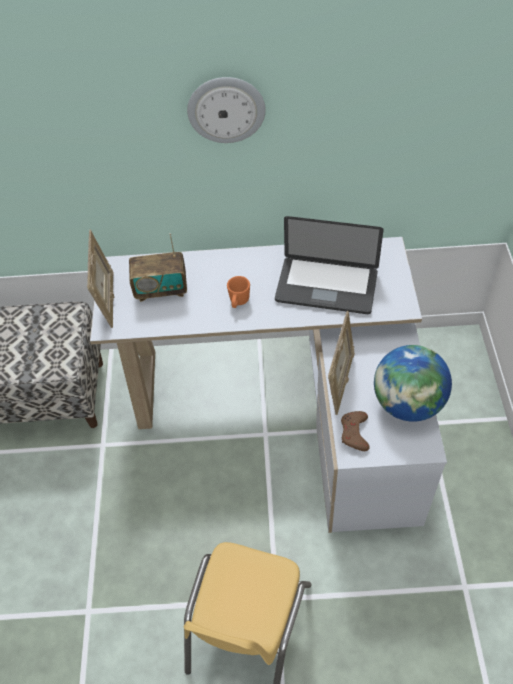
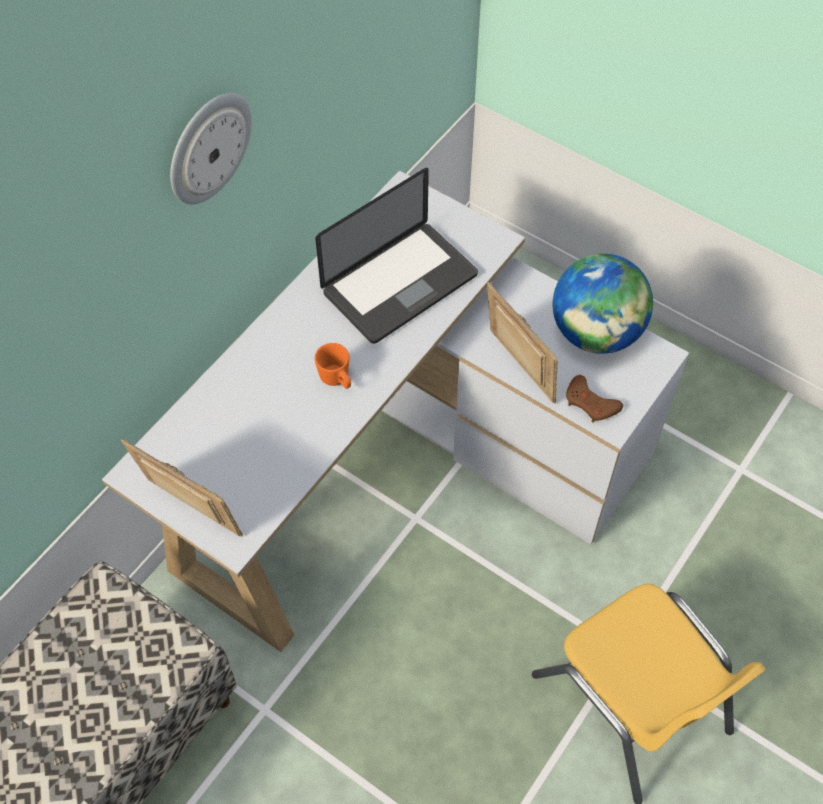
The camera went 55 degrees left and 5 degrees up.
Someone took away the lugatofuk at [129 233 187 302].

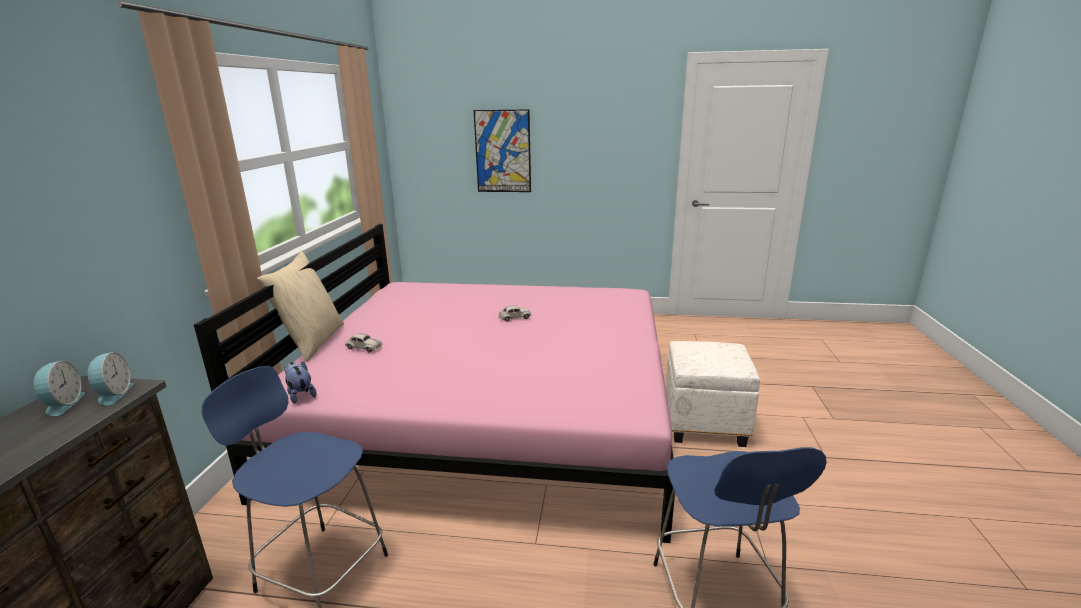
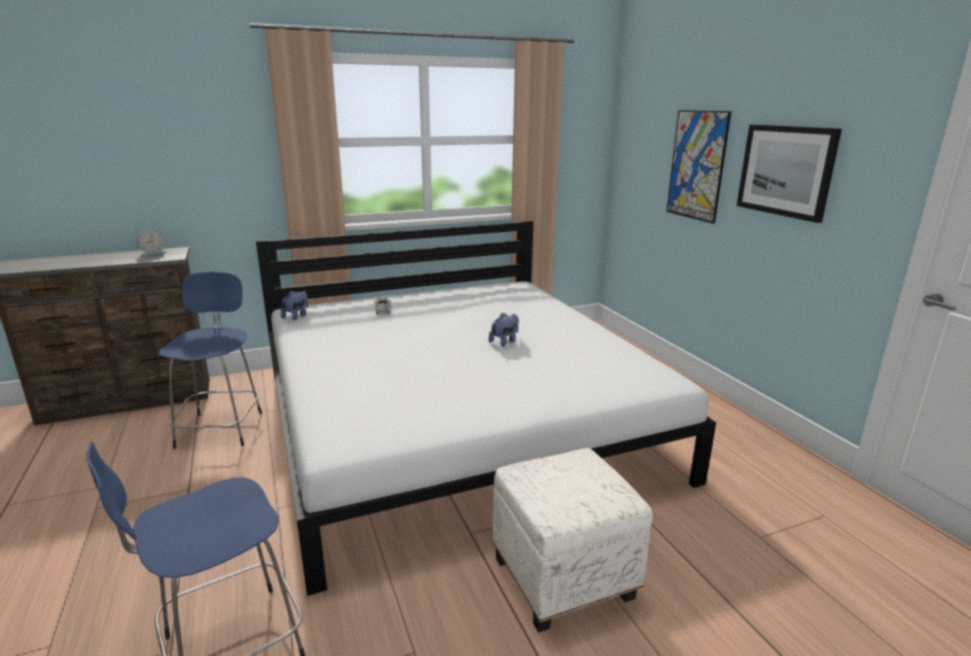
The camera went 60 degrees right and 0 degrees up.
Someone took away the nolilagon at [88 352 133 405].
Someone took away the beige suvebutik at [257 252 344 362].
Someone put up the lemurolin at [737 125 842 223].
Someone swapped the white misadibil at [499 305 531 322] for the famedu at [489 313 519 347].
Someone repainted the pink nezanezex at [194 224 675 543], which became the white nezanezex at [256 221 716 596].

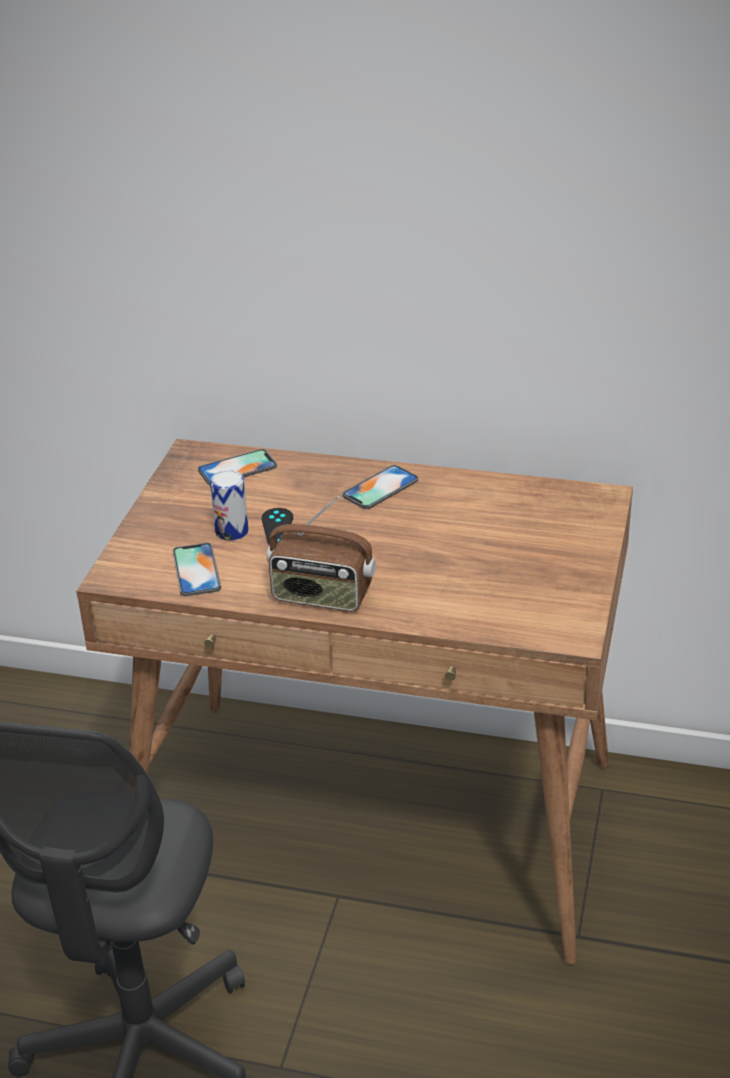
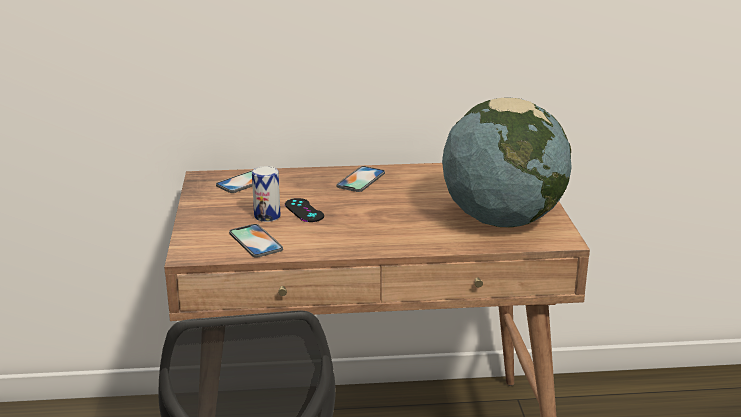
The camera went 20 degrees left and 10 degrees down.
Someone took away the lugatofuk at [267 496 376 611].
Someone put down the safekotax at [442 98 572 227].

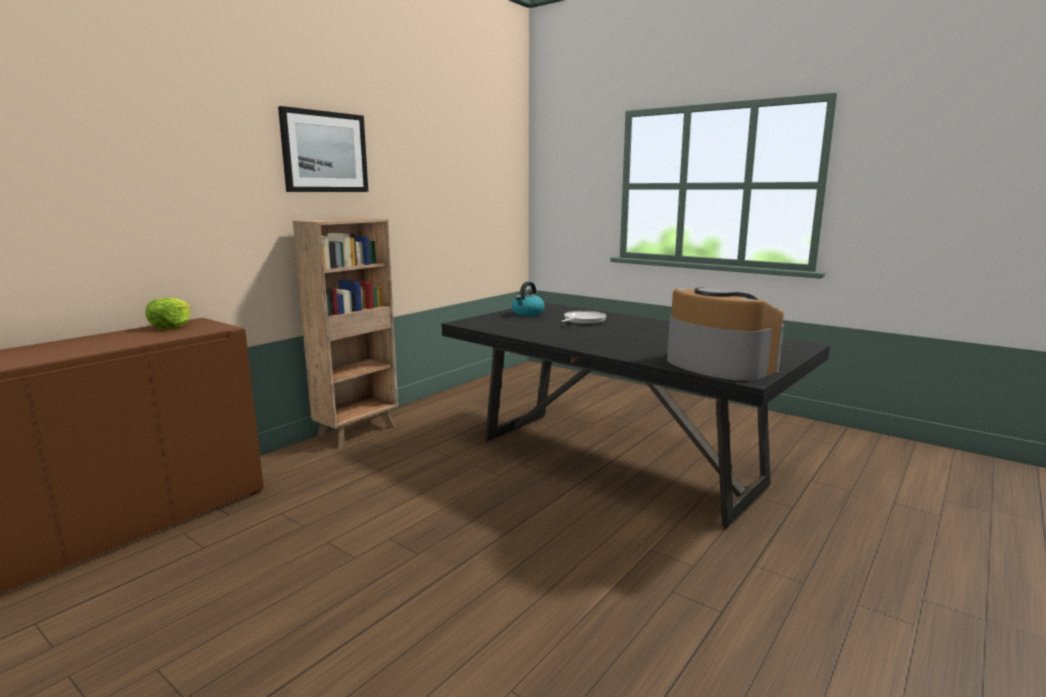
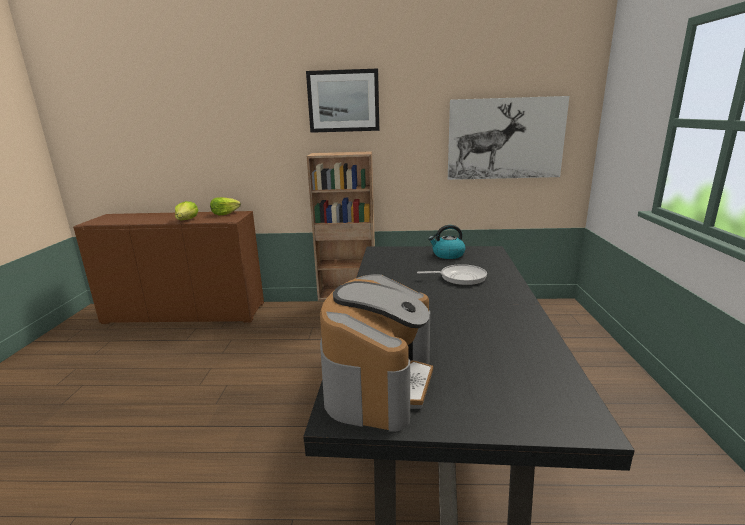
The camera went 55 degrees right and 5 degrees up.
Someone put down the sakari at [175 201 199 220].
Someone put up the lemurolin at [448 96 569 180].

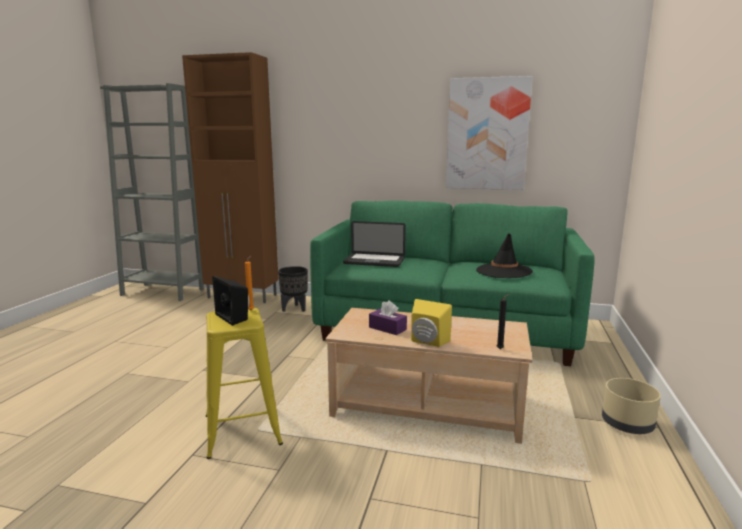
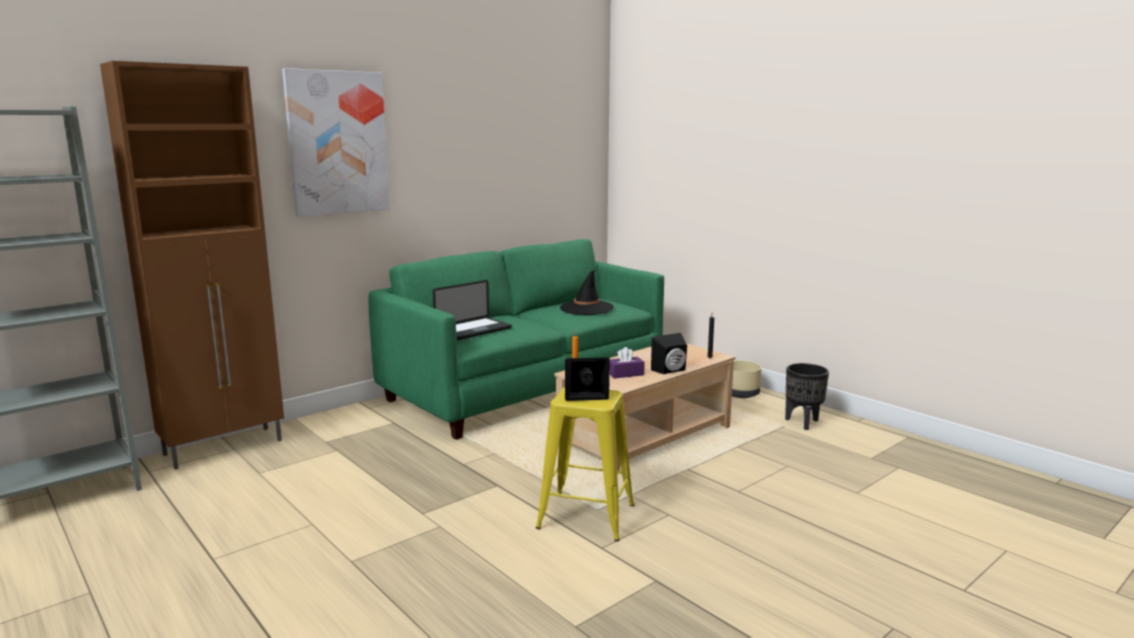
The camera went 55 degrees left and 0 degrees up.
Someone carried the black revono from [278 266 308 312] to [785 363 829 430].
Someone carried the lemurolin from [446 76 533 190] to [282 68 390 217].
Someone repainted the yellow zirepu at [411 299 452 347], which became the black zirepu at [651 333 687 374].

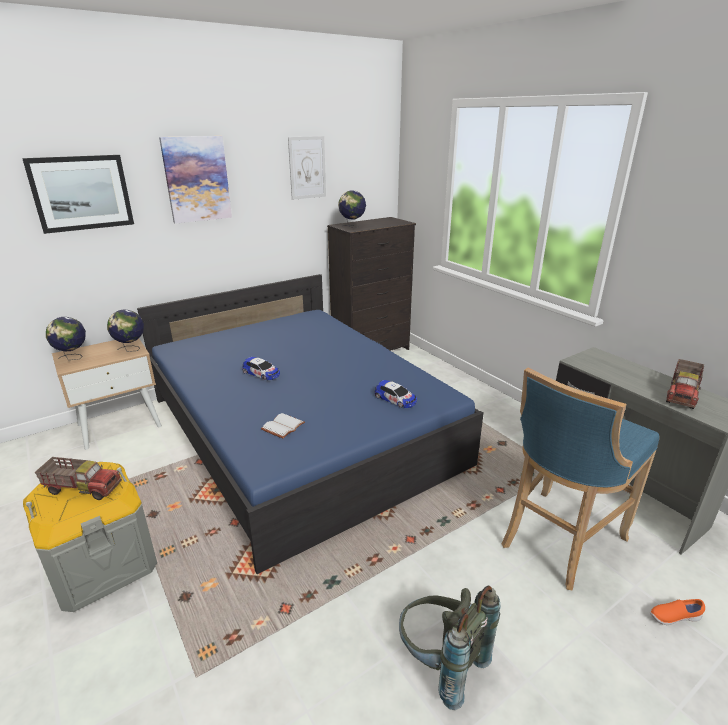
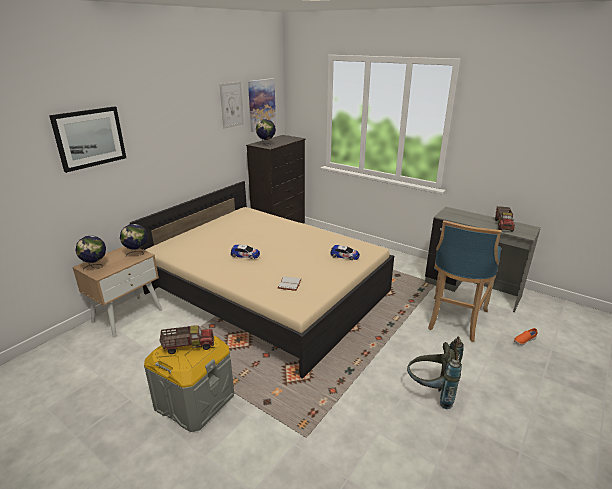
The camera went 20 degrees left and 0 degrees up.
Someone carried the lemurolin from [159 136 232 224] to [248 78 276 132].
Someone repainted the blue nezanezex at [137 274 484 574], which became the beige nezanezex at [130 181 394 379].

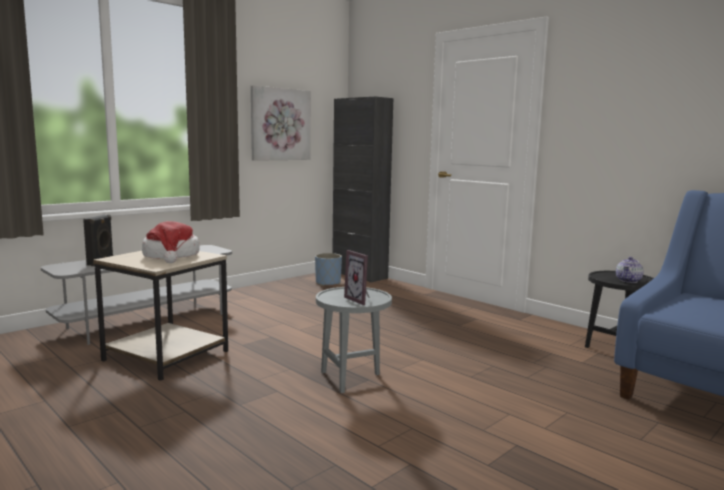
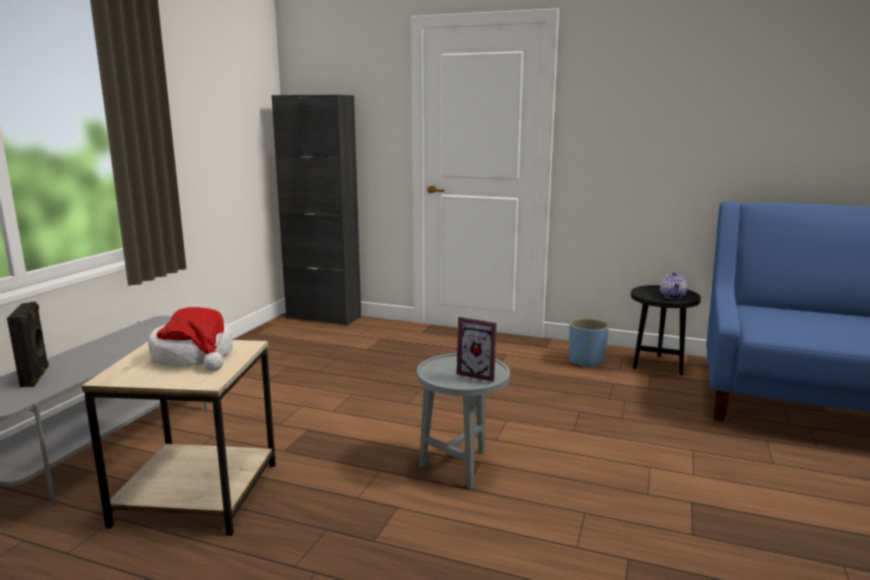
The camera went 25 degrees left and 5 degrees up.
Someone took away the lemurolin at [251 85 311 161].
Someone carried the blue revono from [315 253 342 286] to [569 318 609 368].

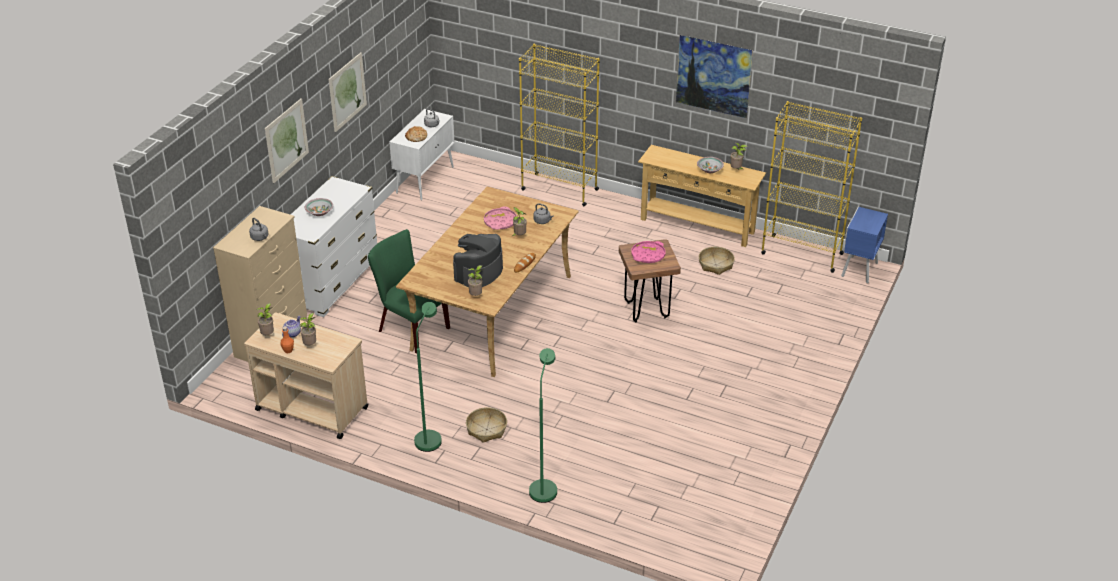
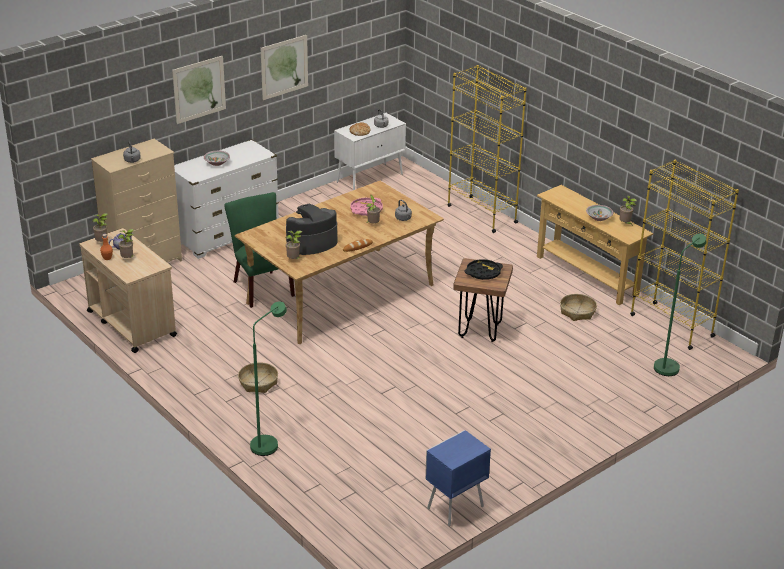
The camera went 25 degrees right and 5 degrees down.
Someone took away the lemurolin at [676 35 753 118].
Someone carried the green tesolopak from [414 302 442 452] to [654 234 706 376].
Someone carried the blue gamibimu from [841 207 888 284] to [425 430 491 526].
Someone repainted the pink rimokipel at [631 241 666 263], which became the black rimokipel at [464 259 503 280].

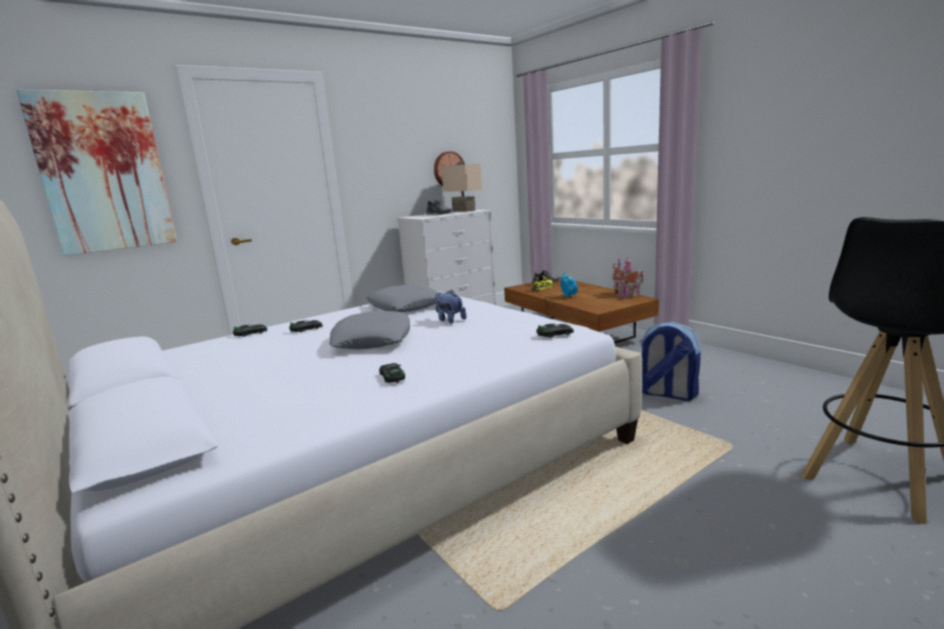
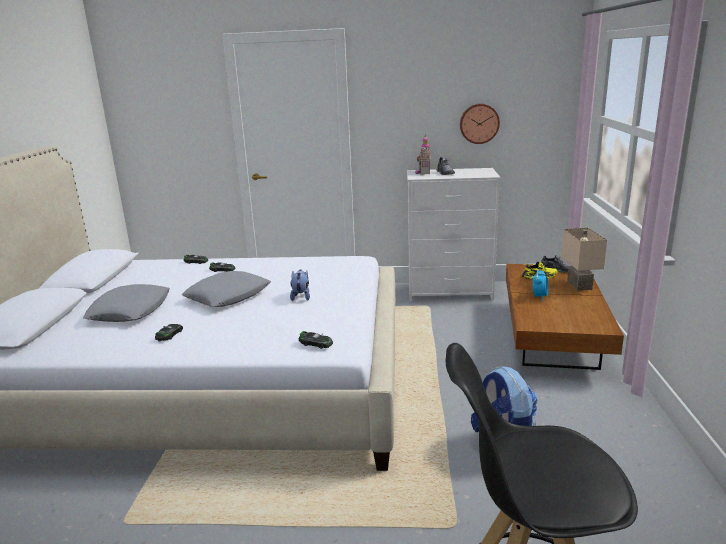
The camera went 40 degrees right and 5 degrees up.
Someone took away the lemurolin at [16 90 177 256].
Someone carried the grey suvebutik from [366 284 438 313] to [83 284 170 322].
Someone carried the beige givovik from [441 162 482 212] to [561 228 607 291].
Someone carried the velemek from [612 257 644 298] to [415 134 431 174].

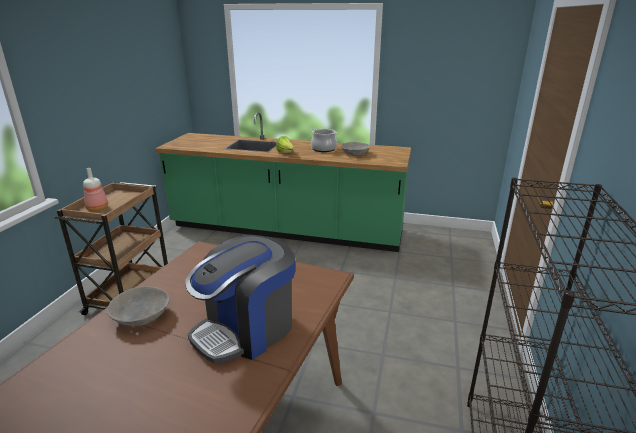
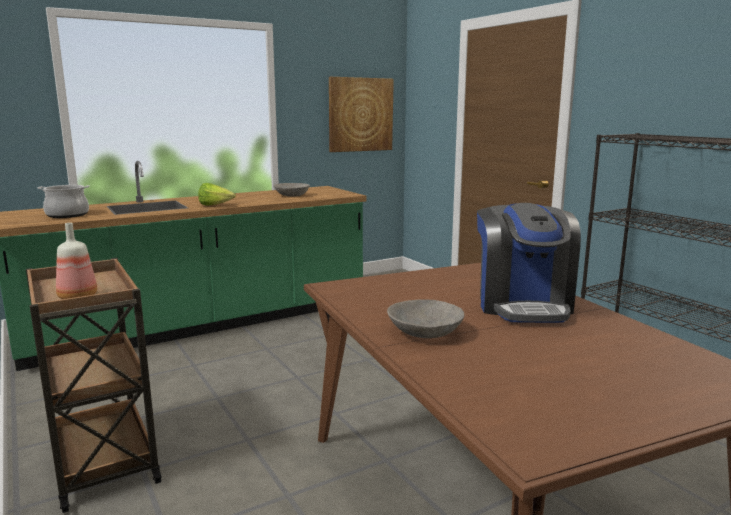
The camera went 45 degrees left and 10 degrees down.
Someone put up the lemurolin at [329 77 394 152].
Someone carried the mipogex from [311 128 338 152] to [38 185 90 218].

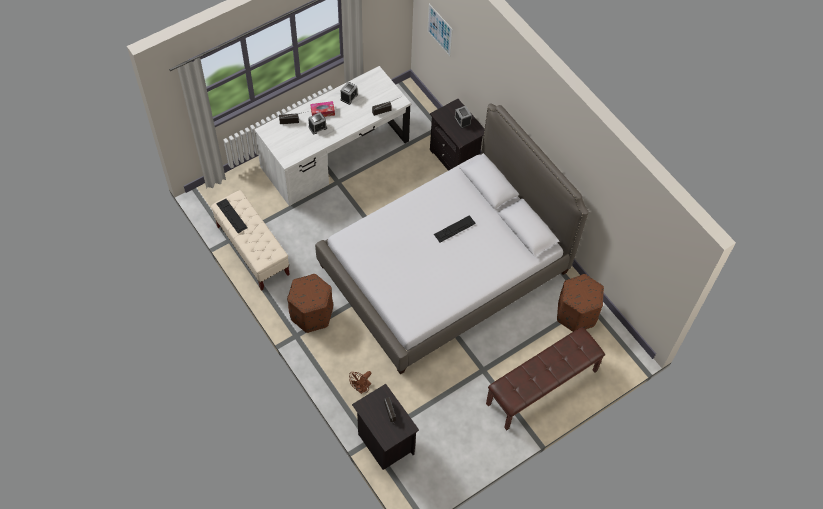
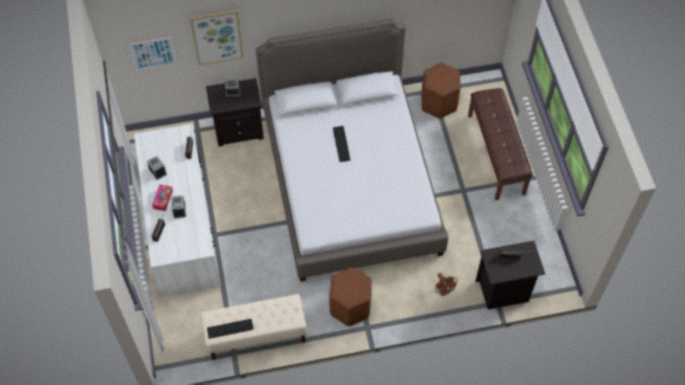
The camera went 65 degrees left and 0 degrees up.
Someone put up the lemurolin at [190 10 243 65].

